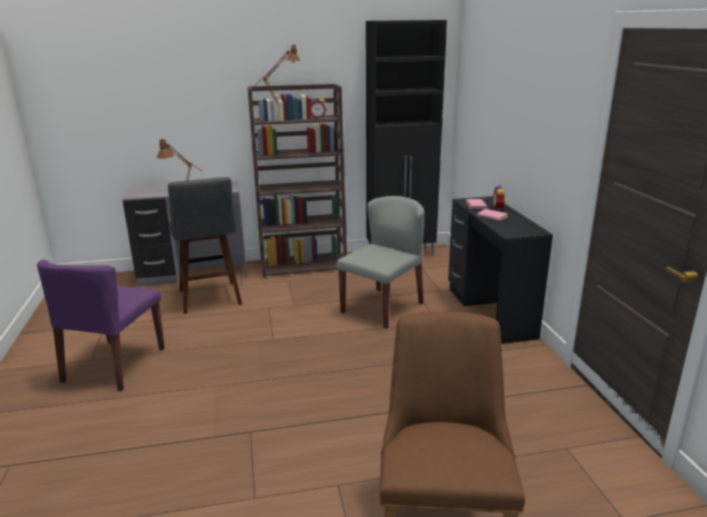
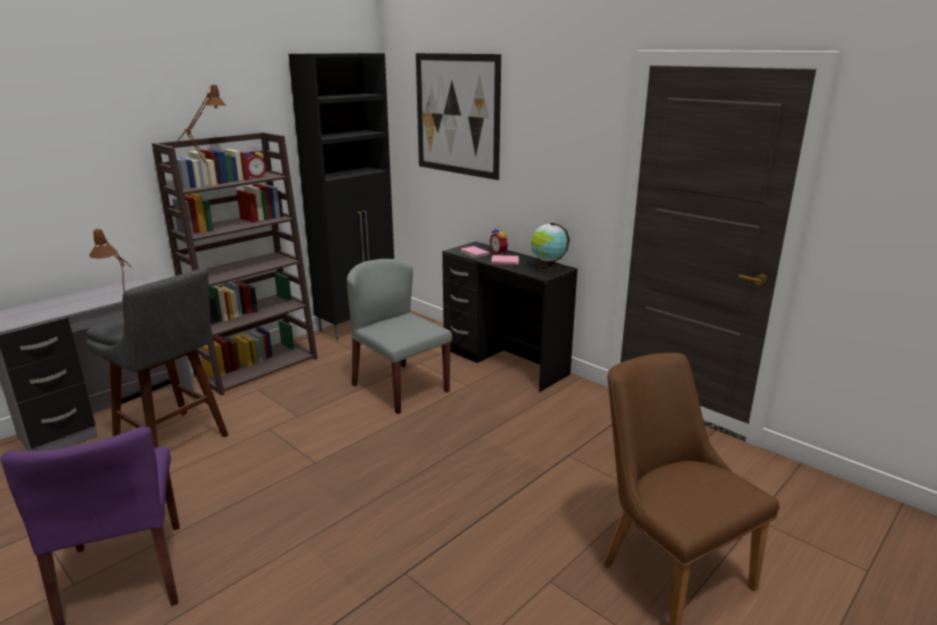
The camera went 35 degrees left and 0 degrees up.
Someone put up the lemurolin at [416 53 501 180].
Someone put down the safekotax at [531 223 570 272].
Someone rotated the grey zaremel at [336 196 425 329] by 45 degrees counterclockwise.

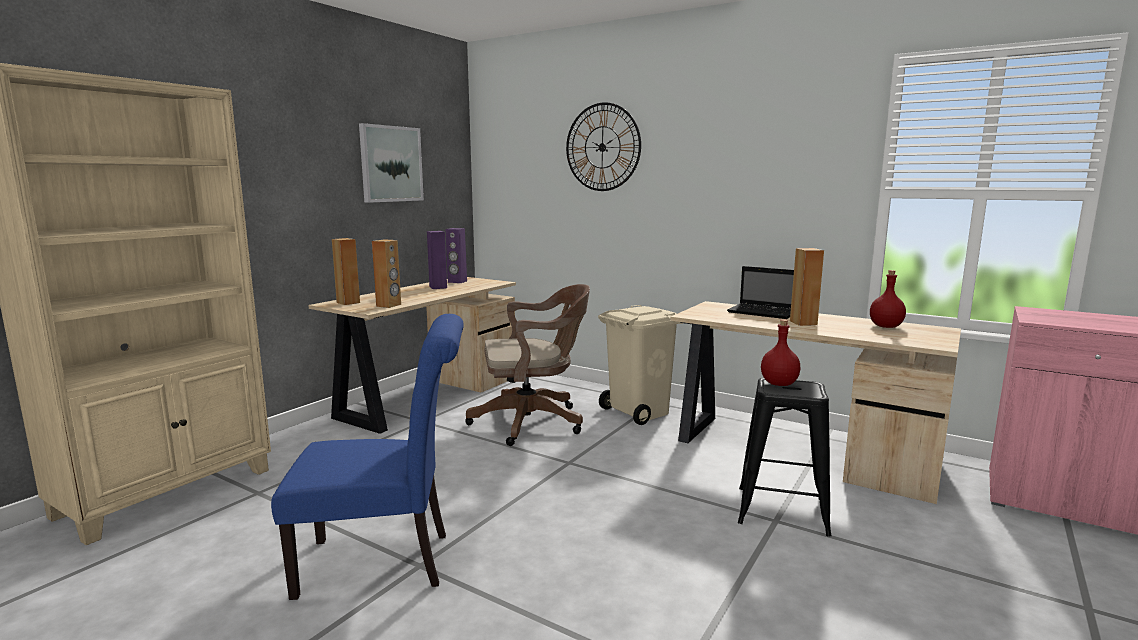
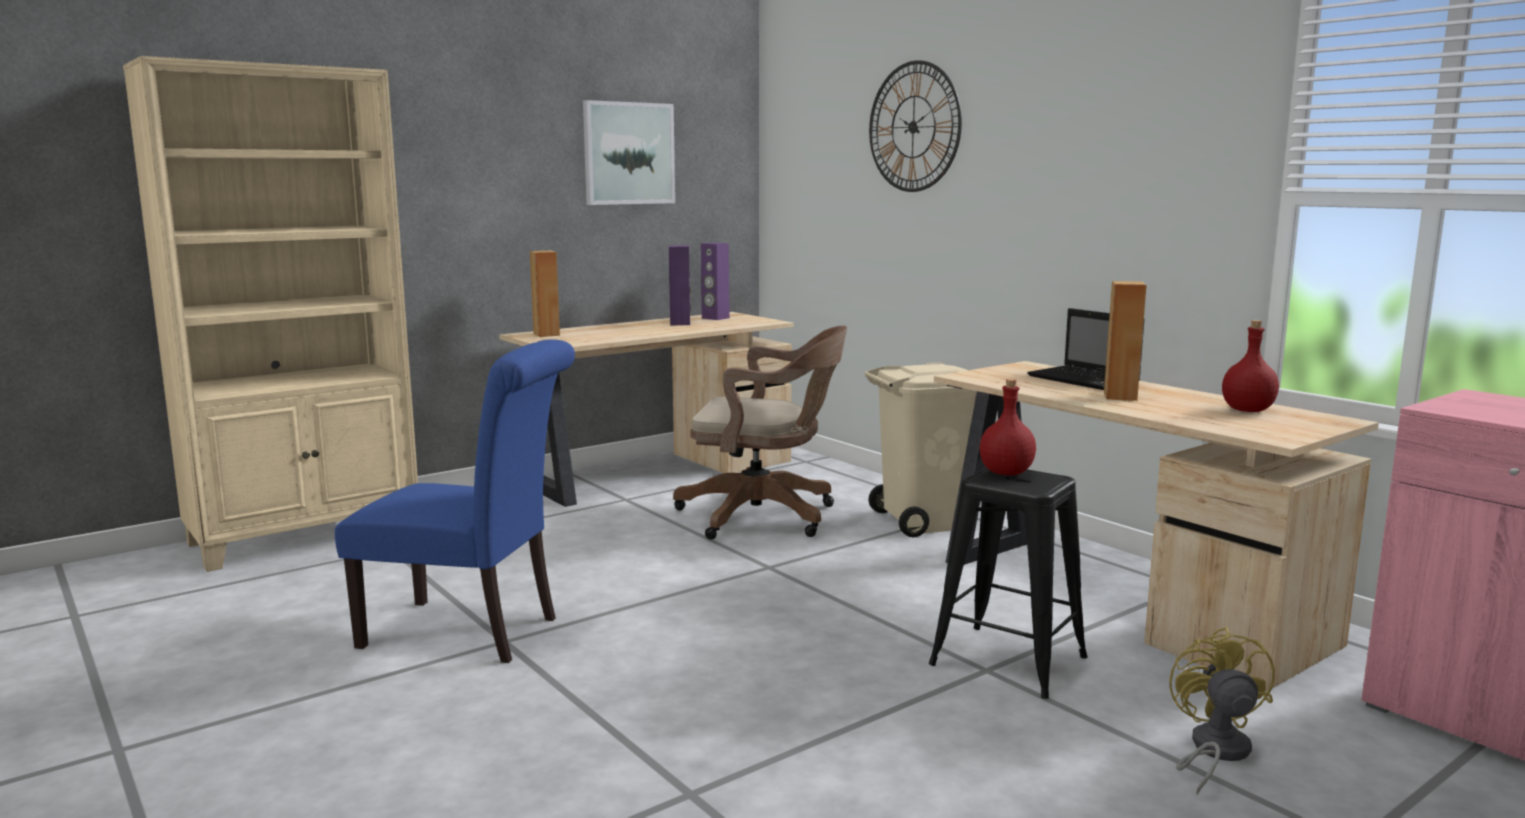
The camera went 20 degrees right and 0 degrees up.
Someone took away the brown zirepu at [372 240 401 308].
Someone put down the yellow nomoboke at [1169 627 1275 795].

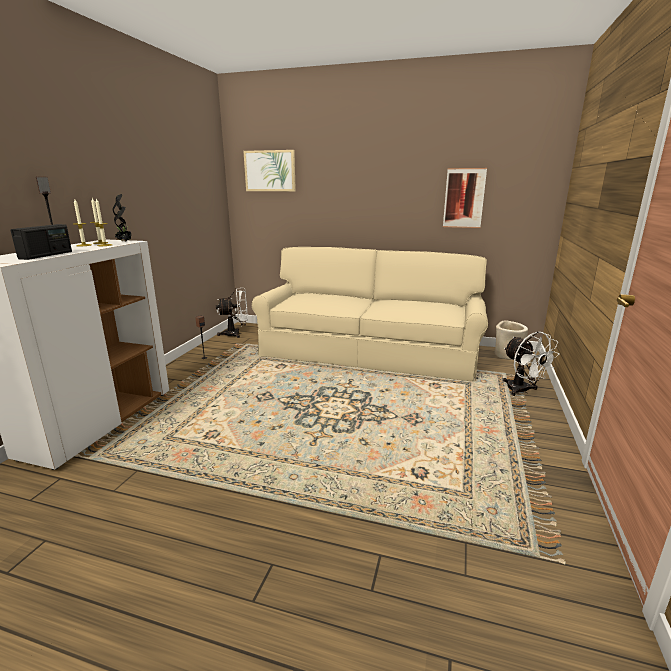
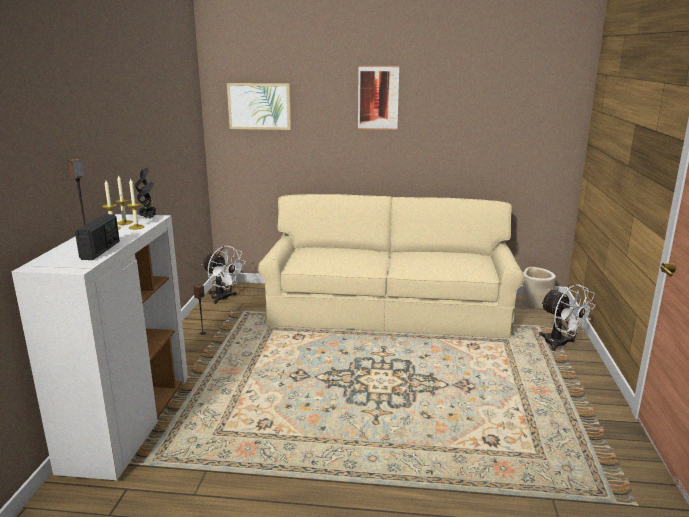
The camera went 10 degrees left and 0 degrees up.
Someone carried the lemurolin from [443 168 487 228] to [358 66 399 130].
Someone rotated the white nomoboke at [216 288 248 338] by 60 degrees clockwise.

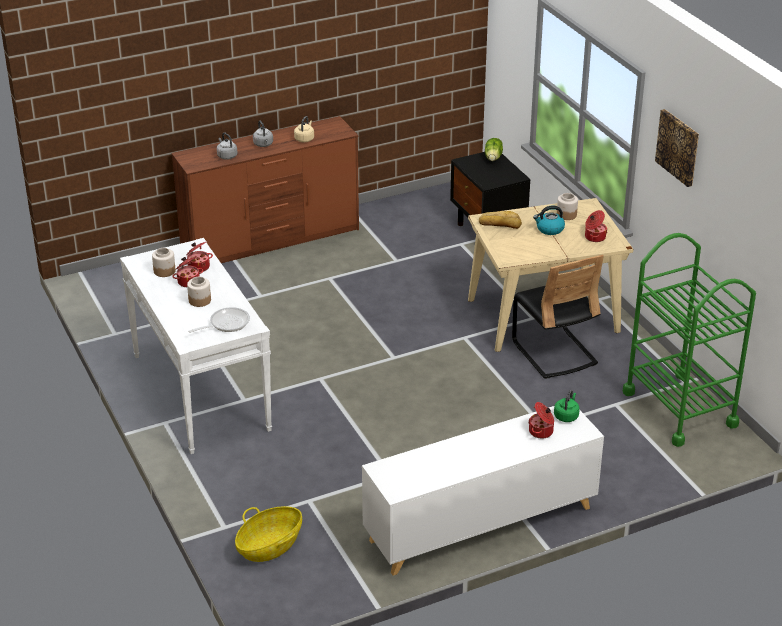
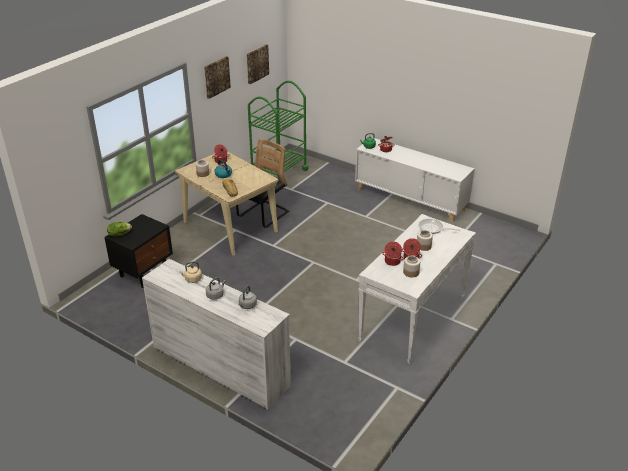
The camera went 120 degrees left and 0 degrees up.
Someone took away the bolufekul at [235 506 302 562].
Someone put up the lemurolin at [247 45 269 84].
Someone repainted the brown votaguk at [171 116 359 263], which became the white votaguk at [142 259 291 410].

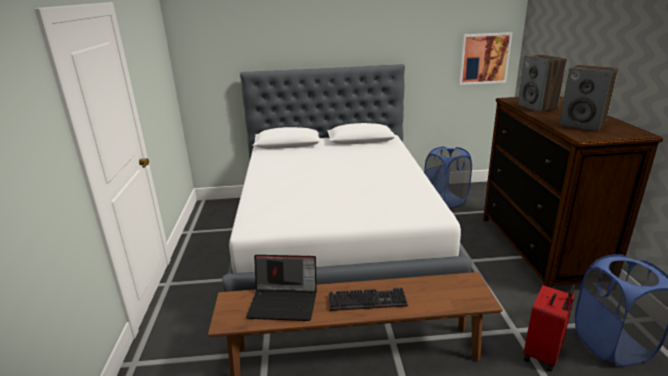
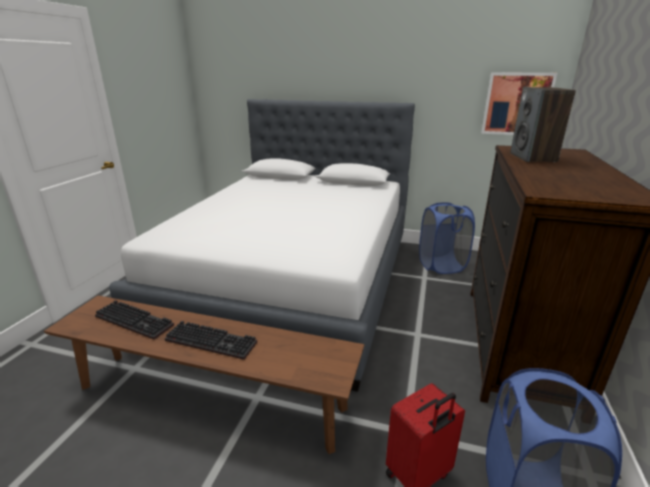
The camera went 20 degrees right and 0 degrees up.
Someone took away the zirepu at [559 65 618 132].
Someone swapped the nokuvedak at [246 255 317 321] for the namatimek at [95 300 174 340].

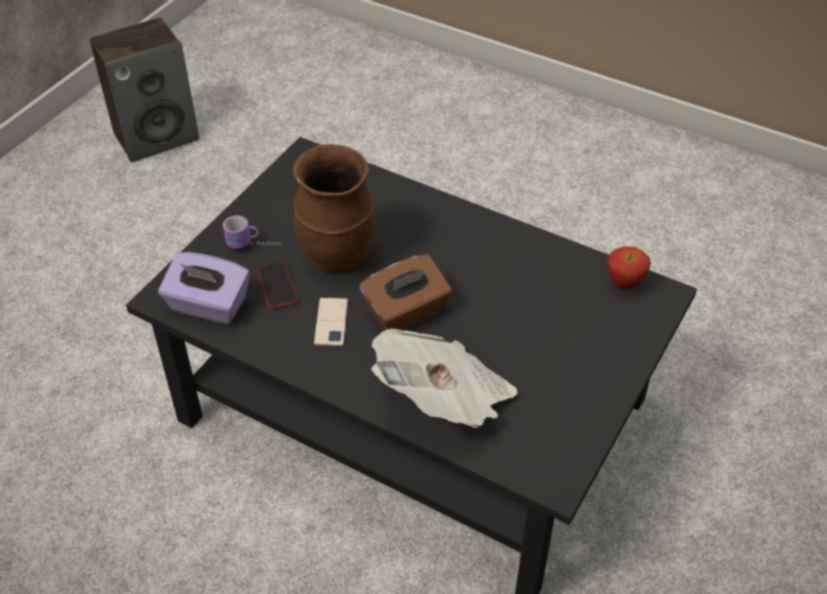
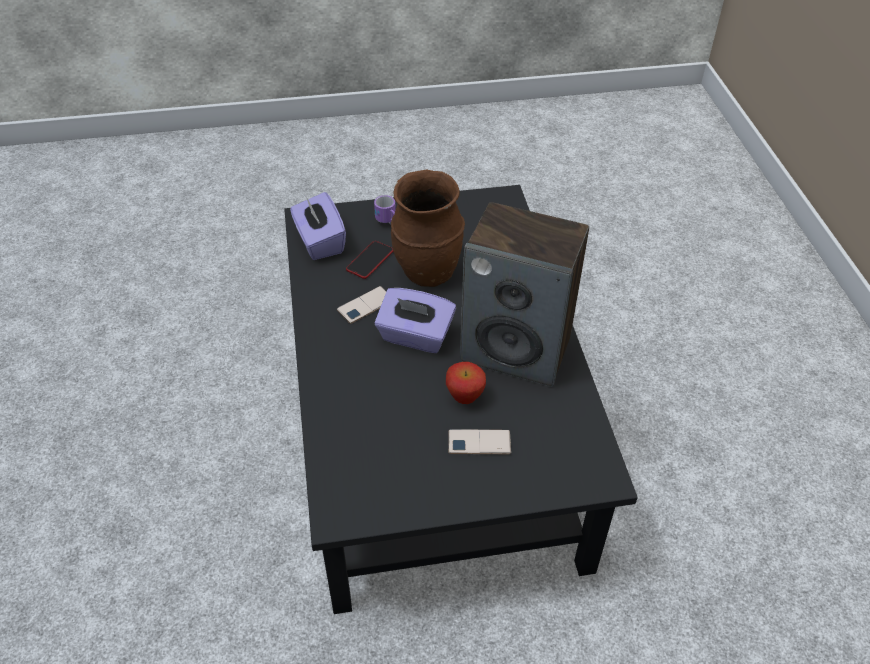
The camera went 50 degrees right and 0 degrees up.
Someone took away the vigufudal at [371 328 518 428].
Someone put down the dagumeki at [448 429 511 454].
Someone carried the zirepu from [89 17 199 162] to [460 202 589 387].
Someone carried the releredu from [607 246 651 290] to [446 362 486 404].
Someone repainted the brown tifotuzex at [359 254 452 330], which became the purple tifotuzex at [375 288 456 353].

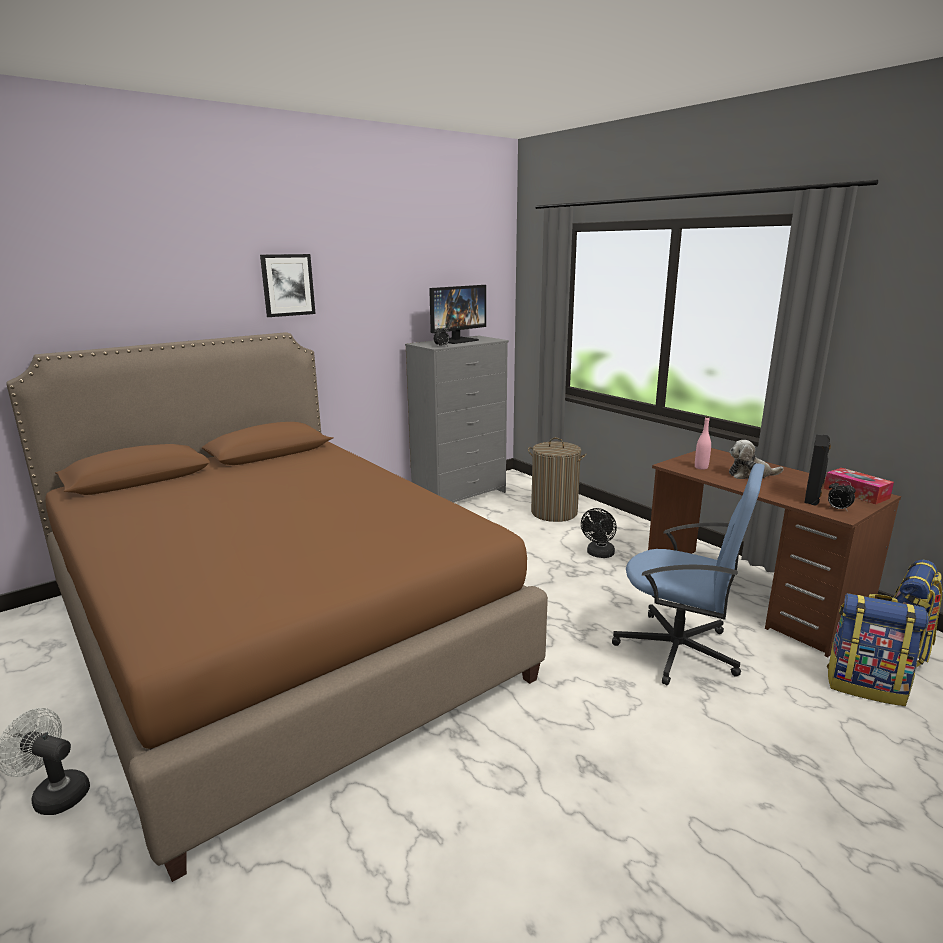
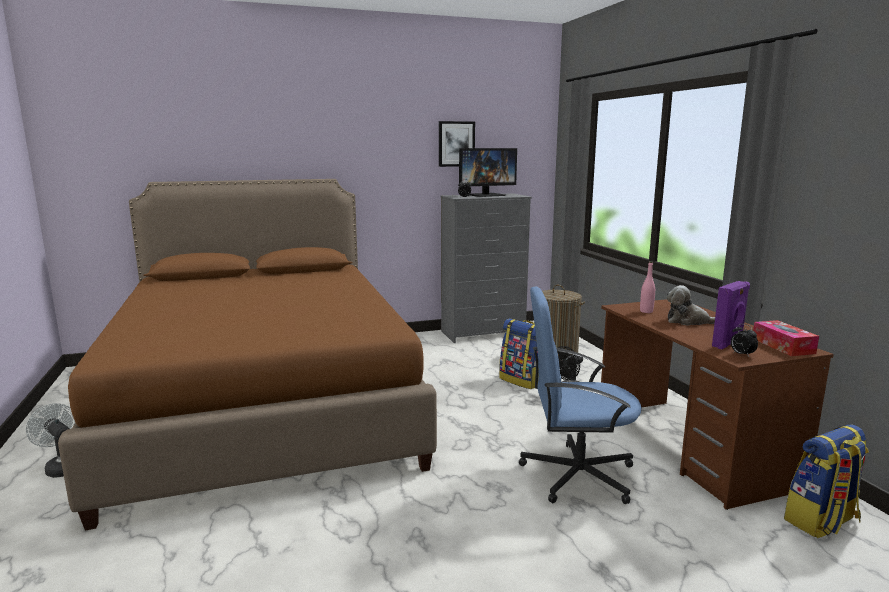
The camera went 20 degrees right and 5 degrees down.
Someone carried the lemurolin from [260 254 315 317] to [439 121 475 167].
Someone carried the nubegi from [827 593 929 706] to [499 318 539 389].
Someone repainted the black zirepu at [805 435 831 506], which became the purple zirepu at [712 281 750 349].
Someone rotated the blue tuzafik at [612 463 765 685] by 135 degrees clockwise.

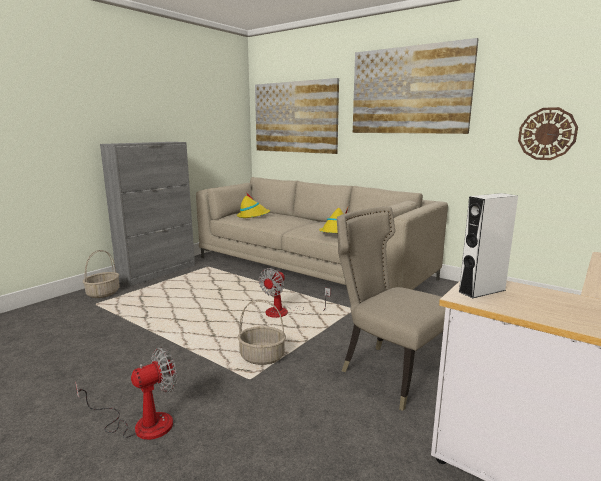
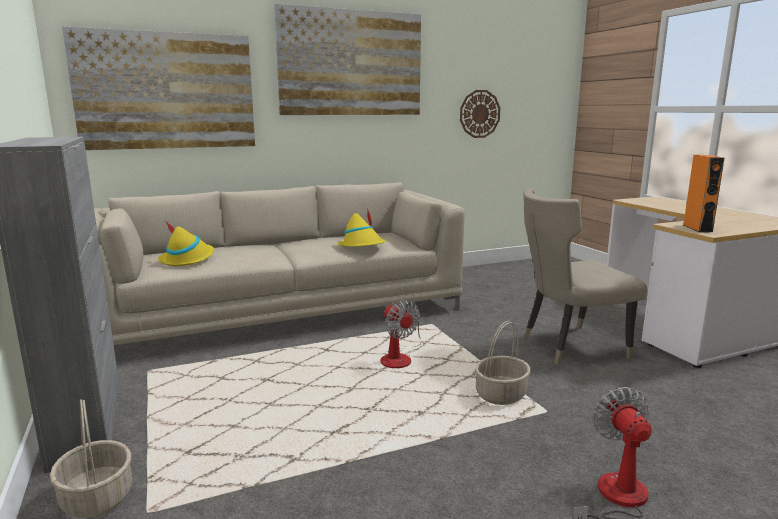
The camera went 60 degrees left and 0 degrees up.
Someone repainted the white zirepu at [458 193 518 298], which became the orange zirepu at [684 155 724 233].

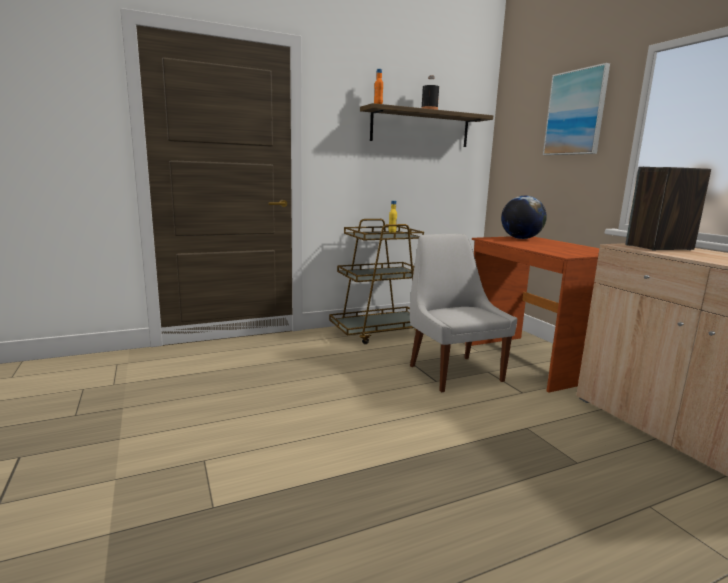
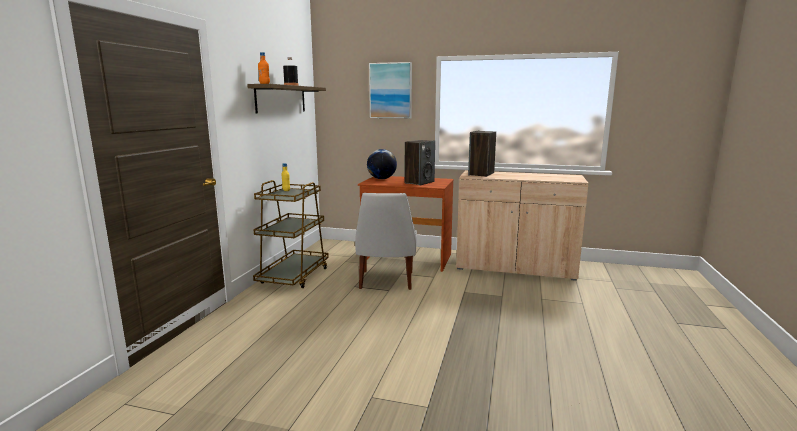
The camera went 50 degrees left and 0 degrees up.
Someone put down the zirepu at [405 140 435 185].
Someone rotated the white zaremel at [410 234 518 392] by 105 degrees counterclockwise.

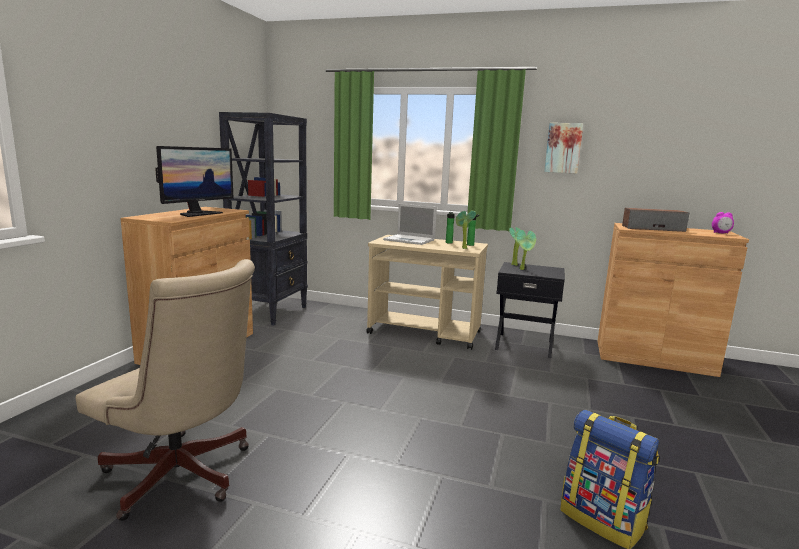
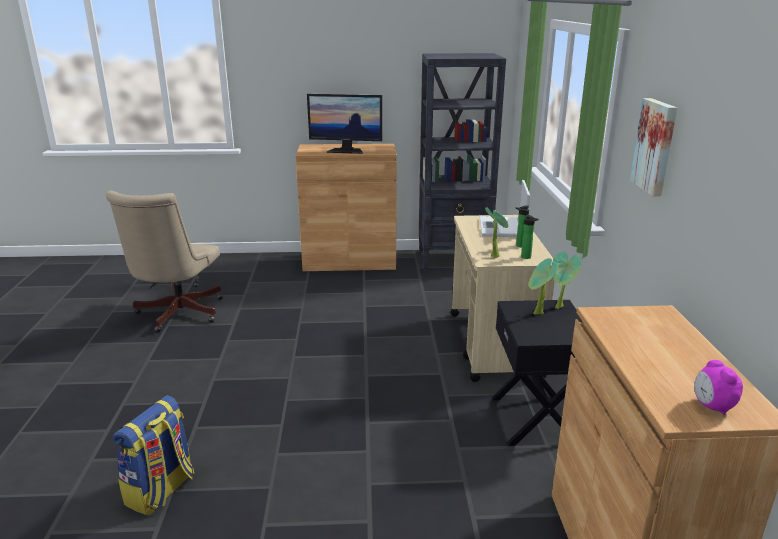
The camera went 70 degrees right and 10 degrees up.
Someone took away the zirepu at [622 208 689 232].

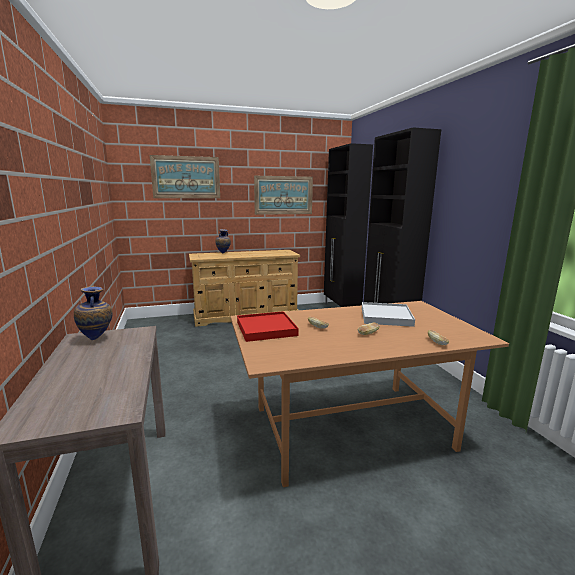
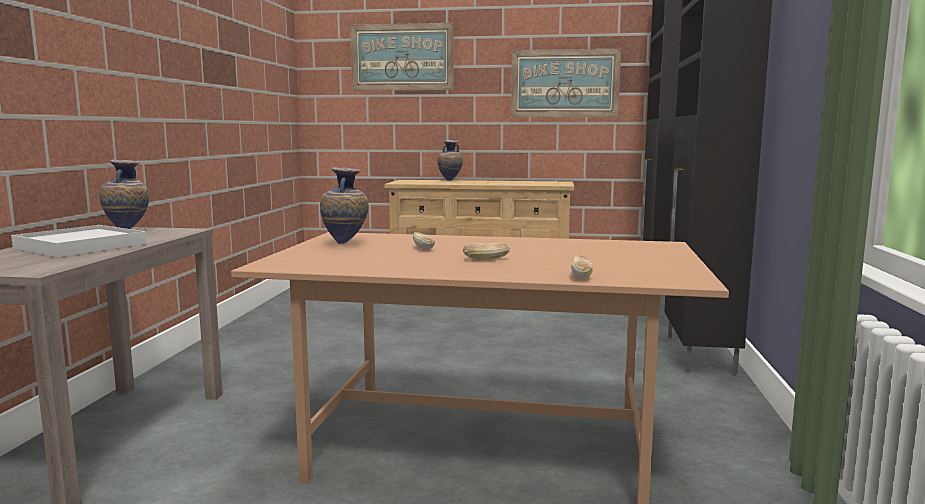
The camera went 25 degrees right and 5 degrees down.
Someone carried the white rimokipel from [362 302 415 327] to [11 225 147 258].
Someone swapped the red rimokipel at [237 311 299 342] for the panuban at [320 167 368 244].

